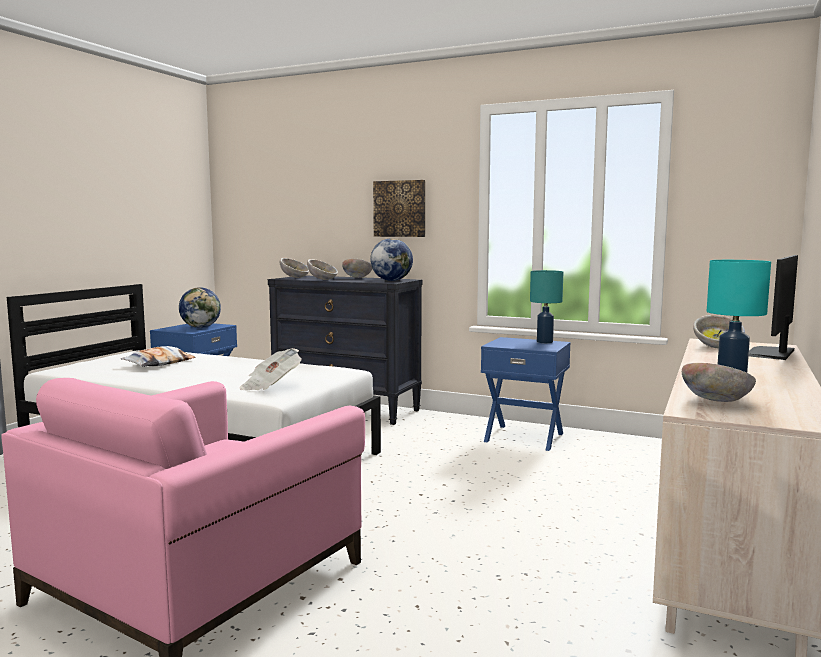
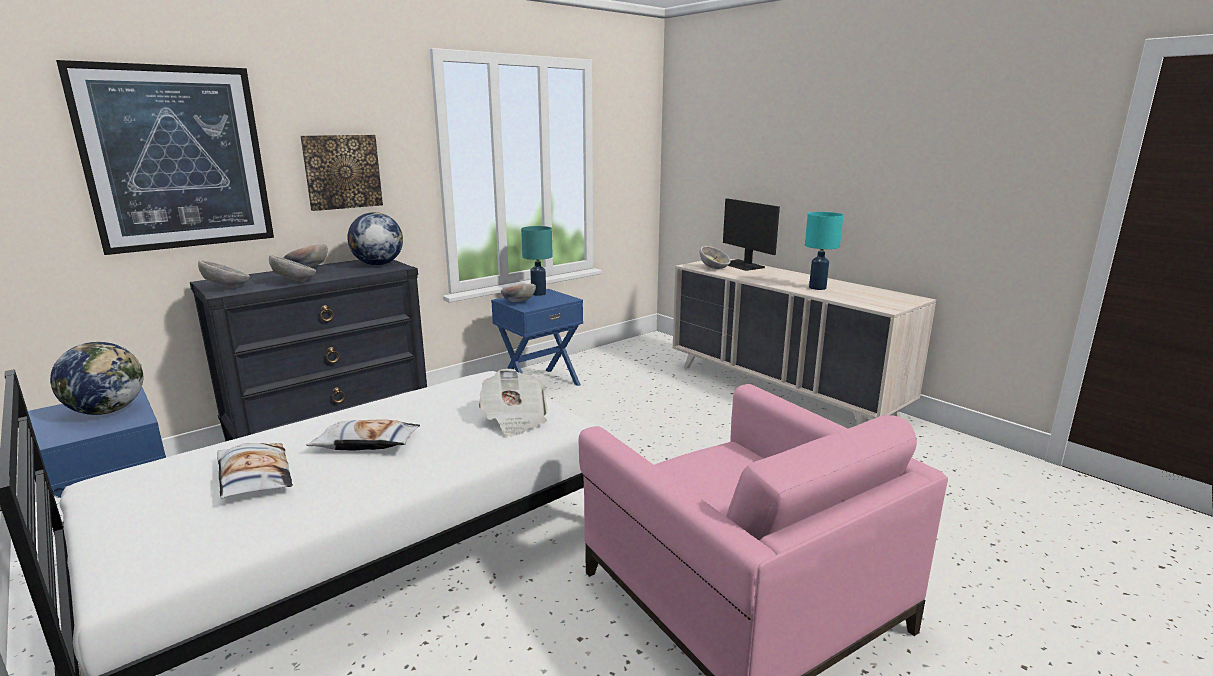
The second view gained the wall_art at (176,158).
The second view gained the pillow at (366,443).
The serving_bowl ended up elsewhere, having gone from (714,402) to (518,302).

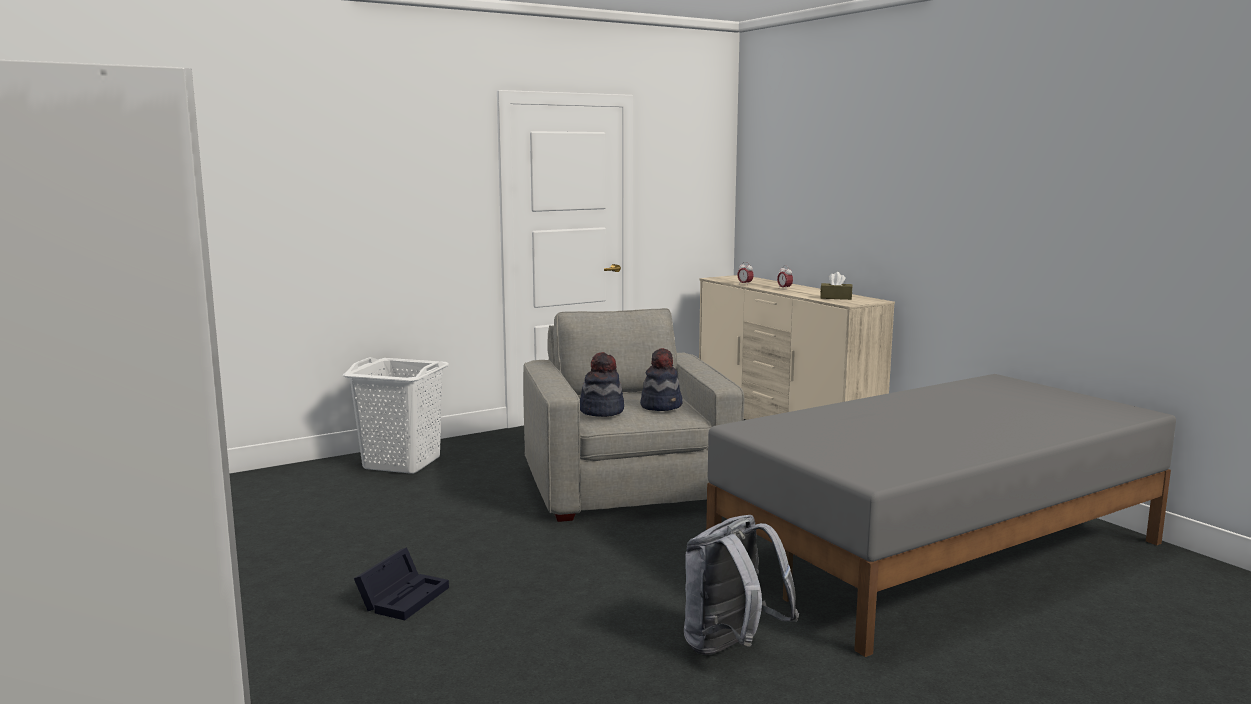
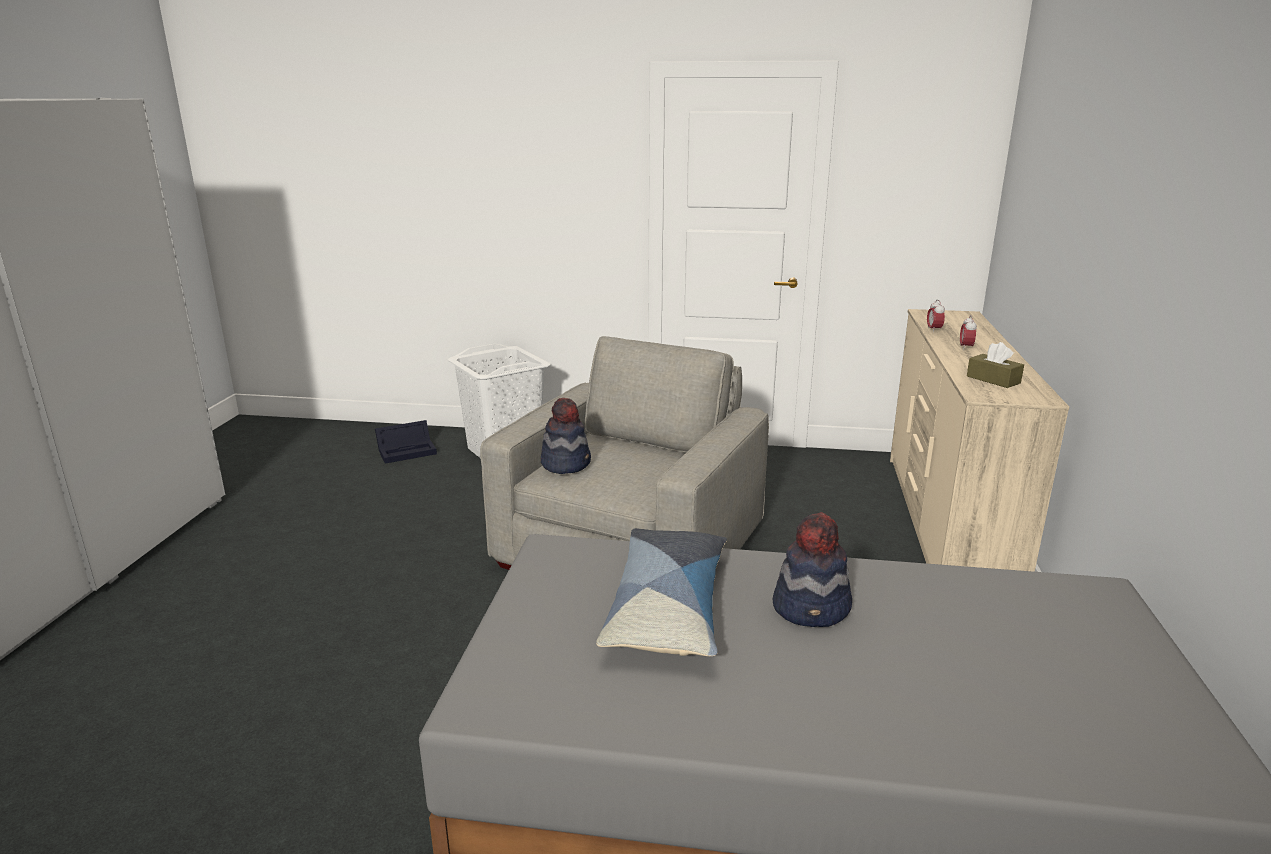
The second view lost the grey_rucksack at (731,648).
The second view gained the pillow at (668,606).
The black-coloured_storage_container ended up elsewhere, having gone from (404,597) to (408,451).
The wearable_hat ended up elsewhere, having gone from (661,406) to (812,608).

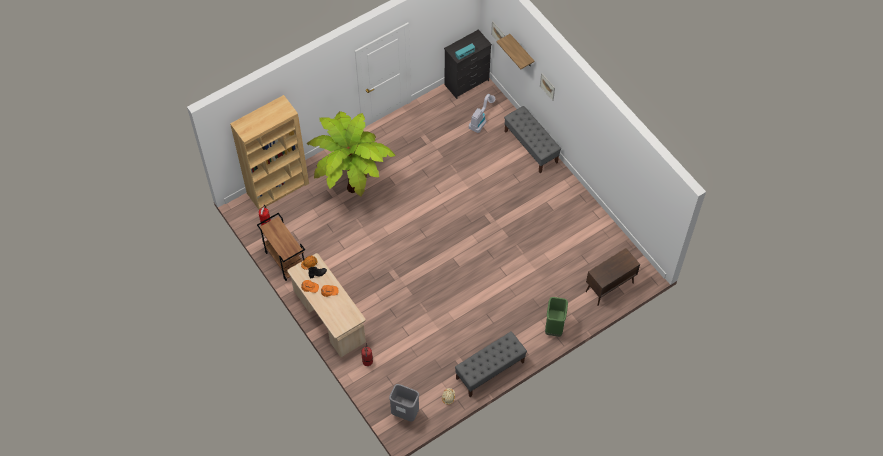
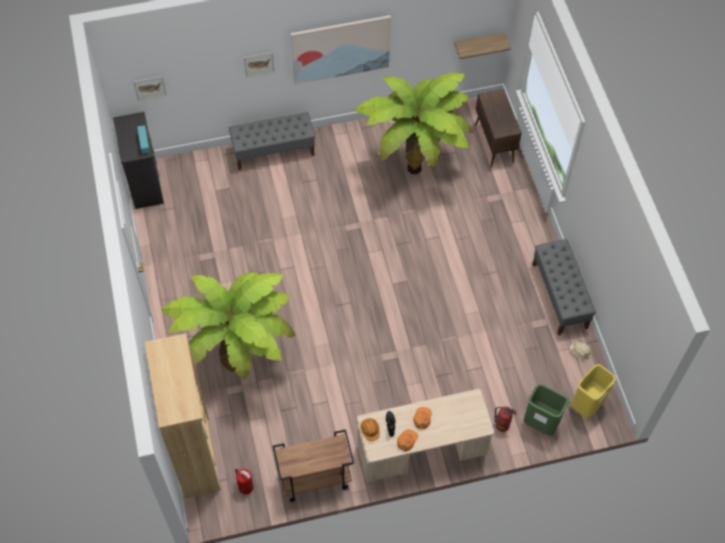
The second view lost the vacuum at (481,120).
The second view gained the wall_art at (340,49).
The second view gained the houseplant at (415,168).
The bracket_shelf ended up elsewhere, having gone from (521,51) to (478,43).
The greenish_waste_bin ended up elsewhere, having gone from (554,328) to (540,423).
What was the grey_waste_bin at (405,413) turned into the yellowish_waste_bin at (586,405).

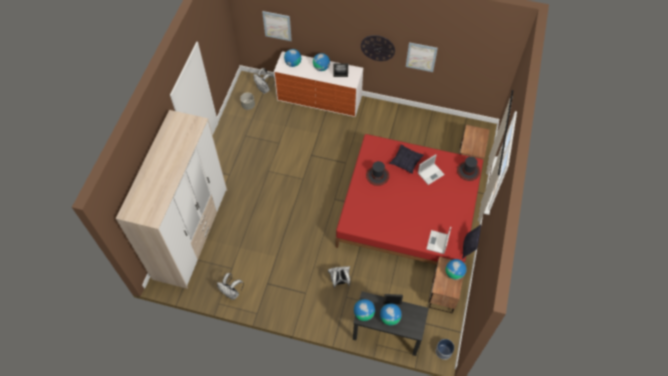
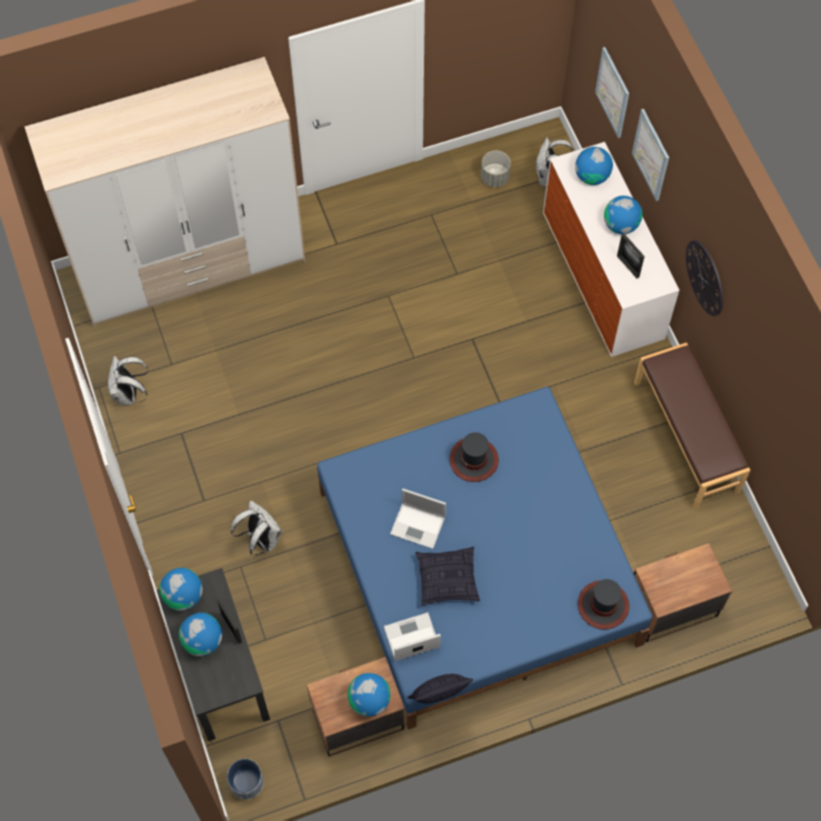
The second view gained the brown-coloured_long_seat at (687,436).
The pillow ended up elsewhere, having gone from (406,161) to (447,579).
The wall_art ended up elsewhere, having gone from (421,57) to (651,155).
The laptop ended up elsewhere, having gone from (431,173) to (418,525).
What was the red_sleeping_bed at (408,212) turned into the bluish_sleeping_bed at (477,566).

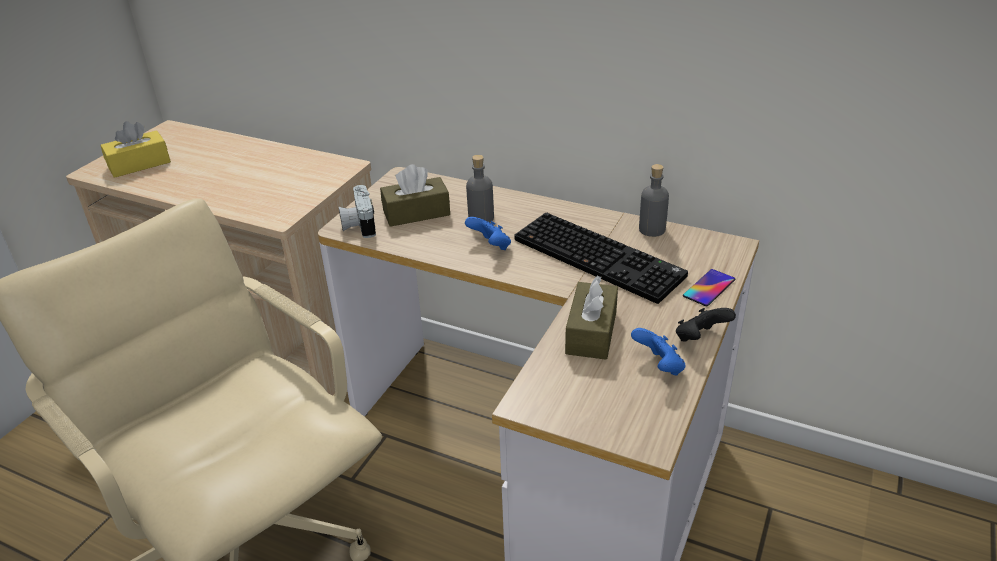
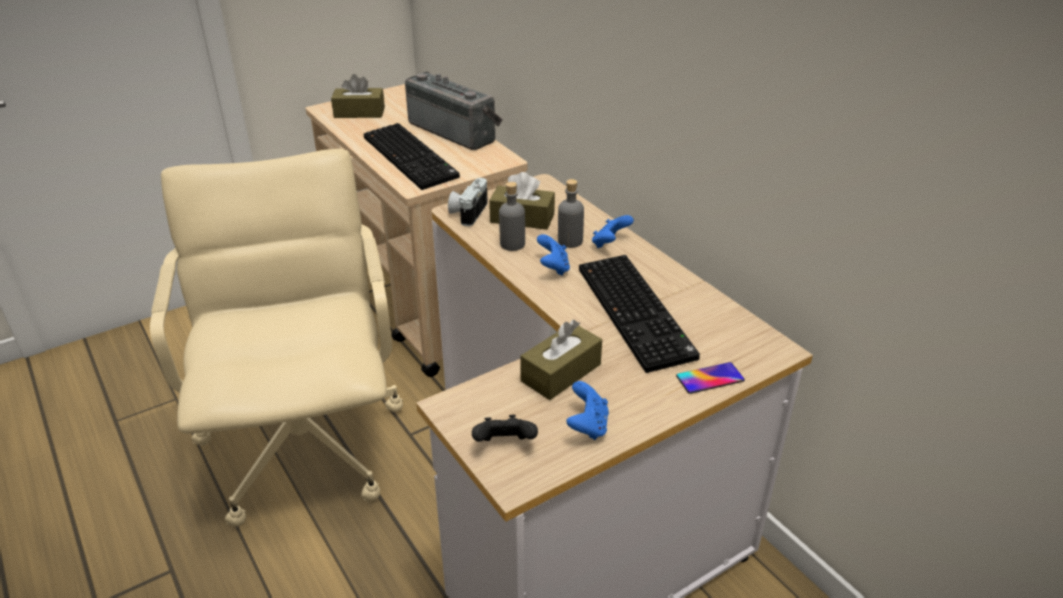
The second view gained the computer_keyboard at (412,157).
The second view gained the radio_receiver at (455,131).
The second view gained the bluish_gamepad at (610,244).
The grey_beverage_bottle ended up elsewhere, having gone from (652,229) to (512,244).
The black-coloured_gamepad ended up elsewhere, having gone from (700,339) to (504,445).
What was the yellowish_tissue_box at (139,164) turned into the brown-coloured_tissue_box at (359,112).

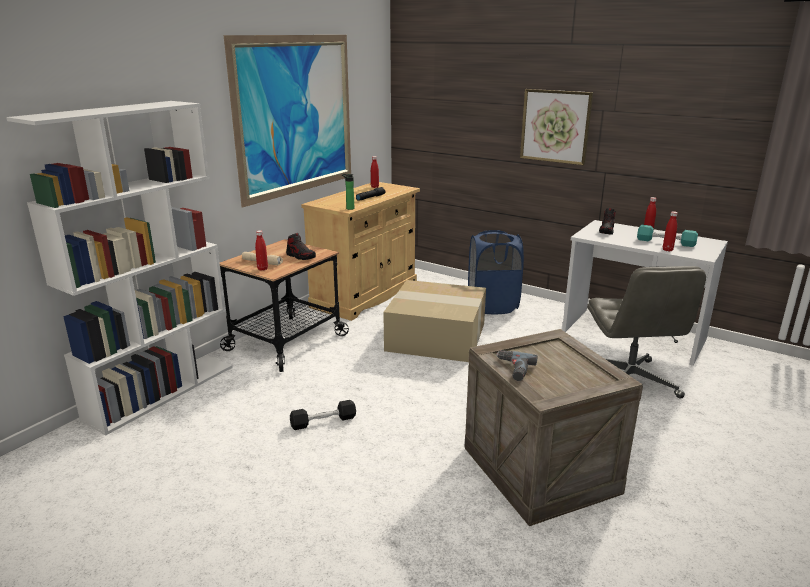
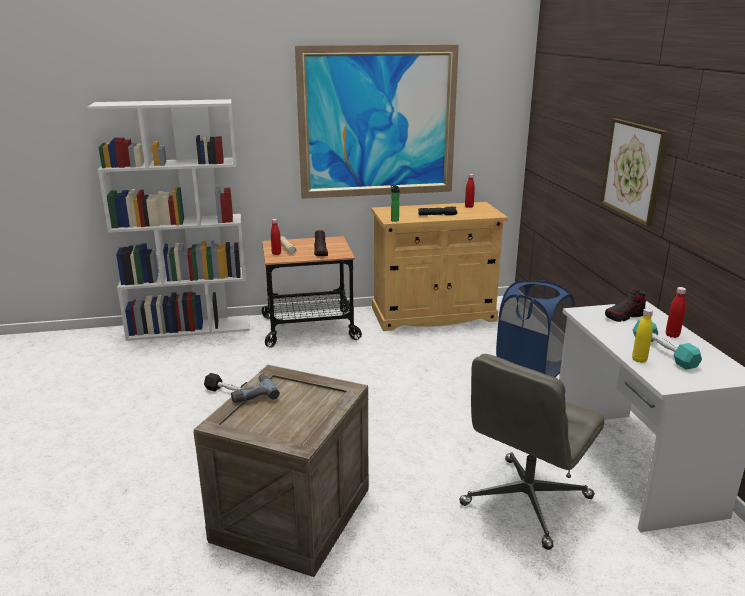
The second view lost the carton at (437,336).
What was the red_beverage_bottle at (667,250) turned into the yellowish_beverage_bottle at (639,360).

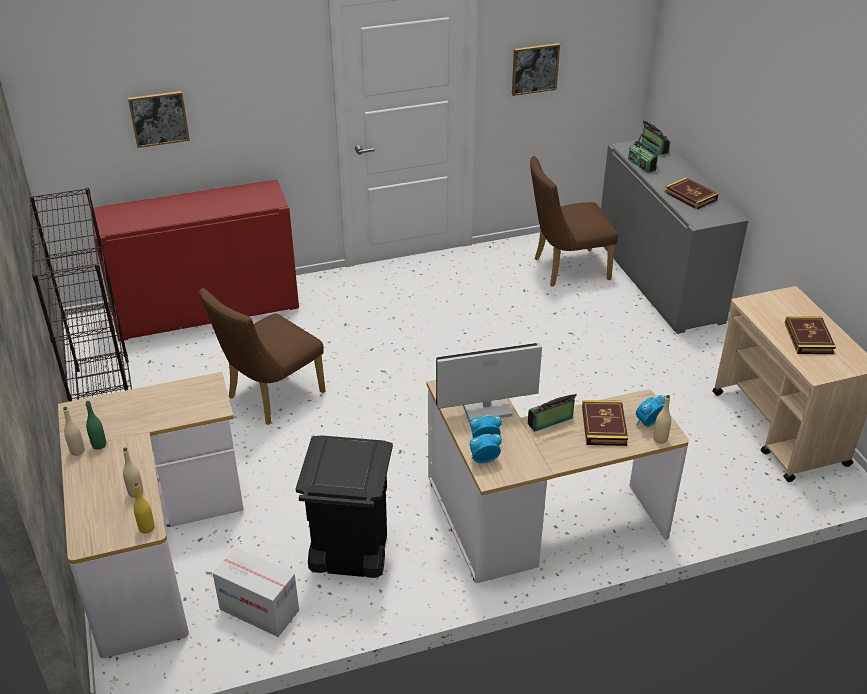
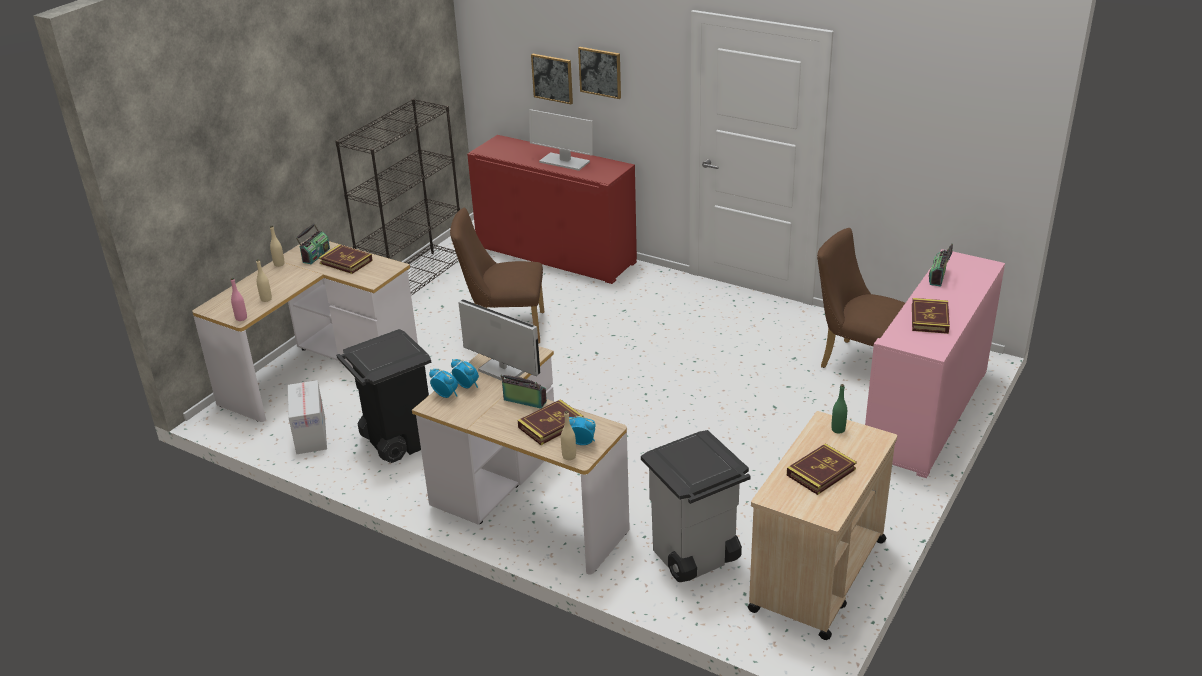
The second view gained the book at (346,262).
The second view gained the computer_display at (564,162).
The second view gained the grey_waste_bin at (694,557).
The greenish_beverage_bottle ended up elsewhere, having gone from (99,445) to (838,429).
The wall_art ended up elsewhere, having gone from (535,69) to (600,72).
The radio_receiver ended up elsewhere, having gone from (654,148) to (315,255).
What was the yellowish_beverage_bottle at (146,528) turned into the pink_beverage_bottle at (241,318).
What was the grey_cabinet at (658,280) turned into the pink_cabinet at (926,413).

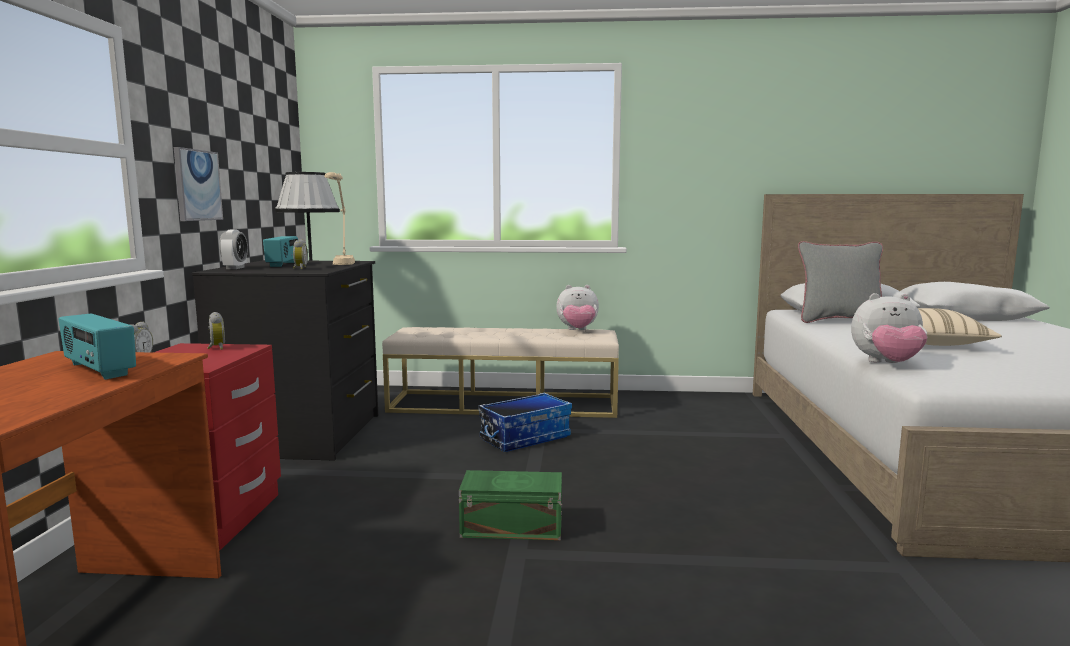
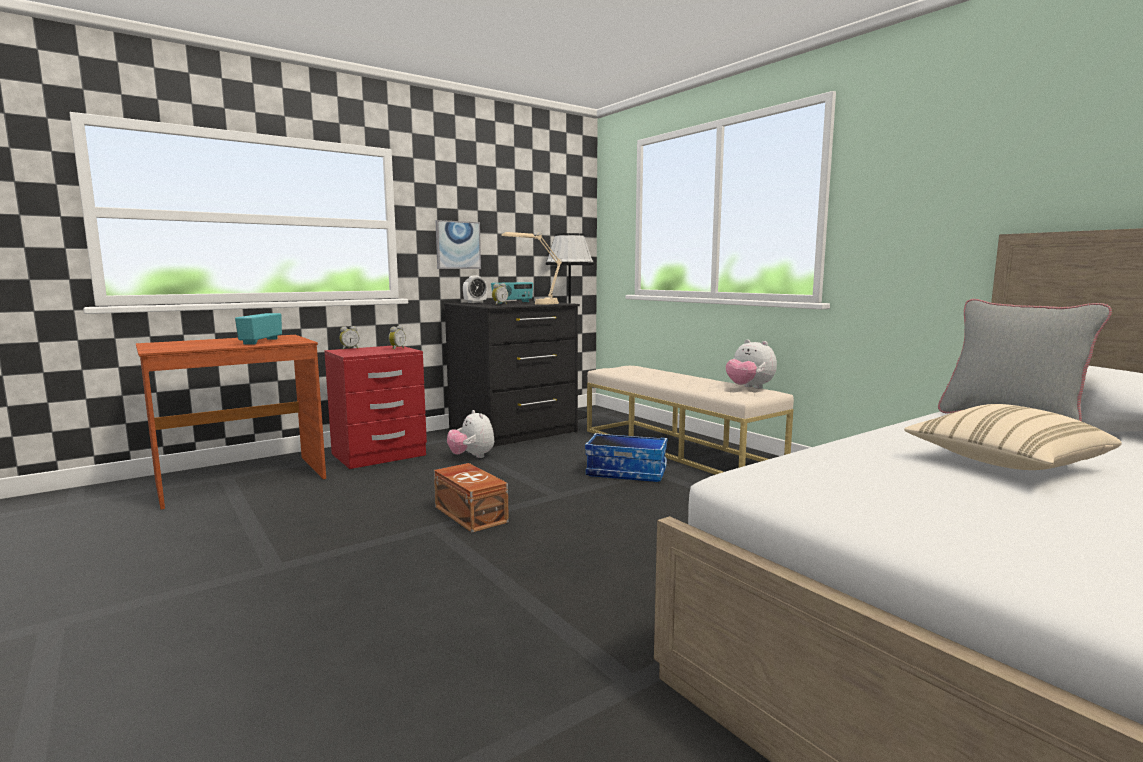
The cuddly_toy ended up elsewhere, having gone from (886,364) to (472,456).
What was the greenish_storage_container at (510,526) turned into the brown-coloured_storage_container at (471,513).

